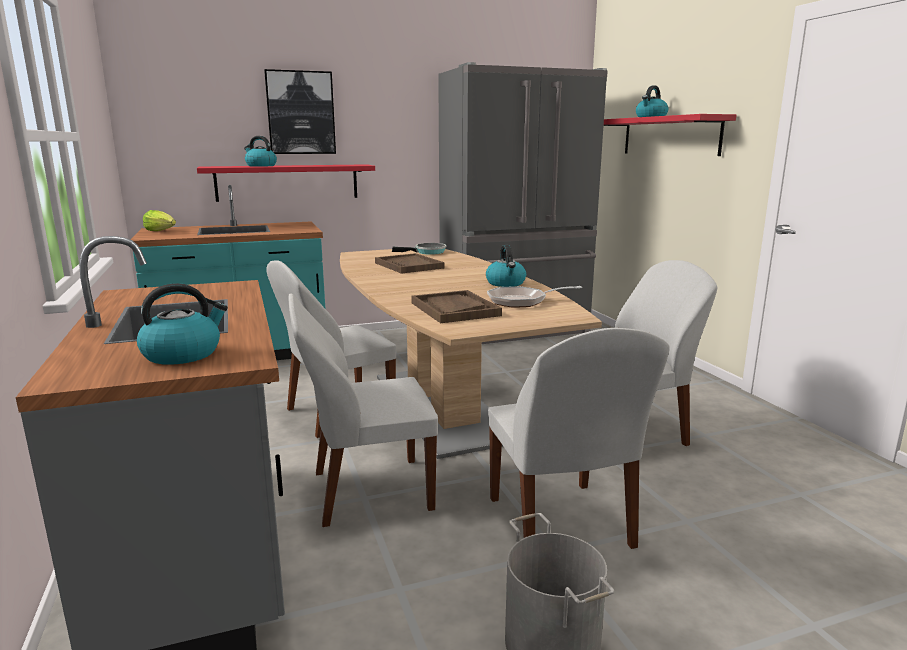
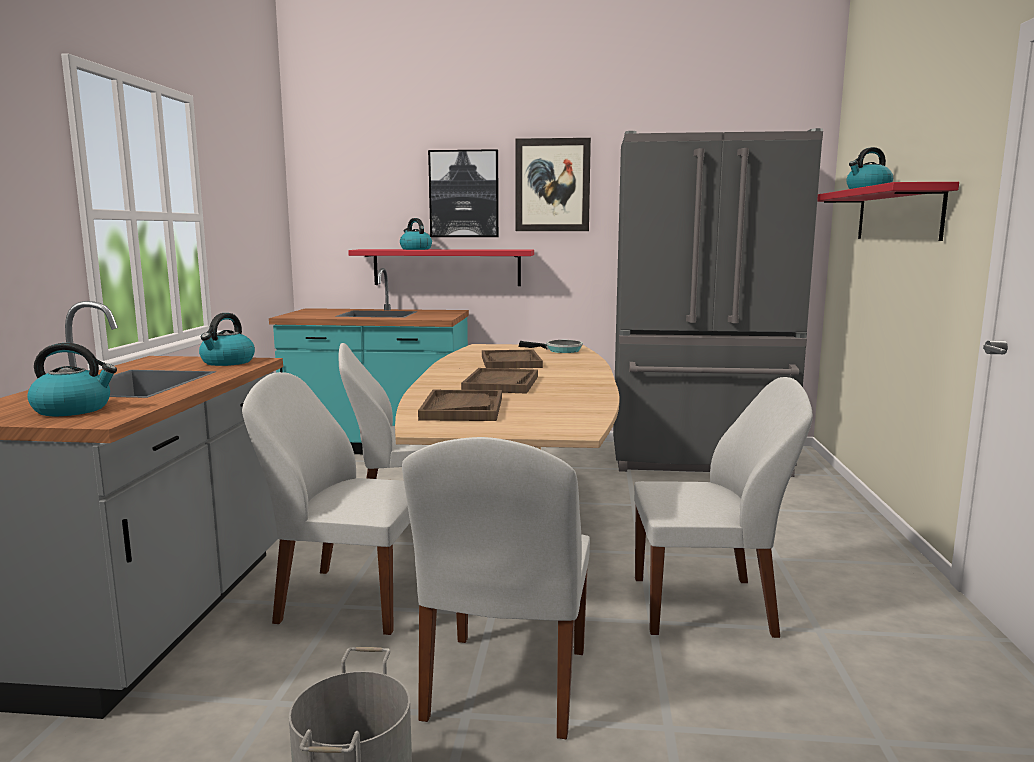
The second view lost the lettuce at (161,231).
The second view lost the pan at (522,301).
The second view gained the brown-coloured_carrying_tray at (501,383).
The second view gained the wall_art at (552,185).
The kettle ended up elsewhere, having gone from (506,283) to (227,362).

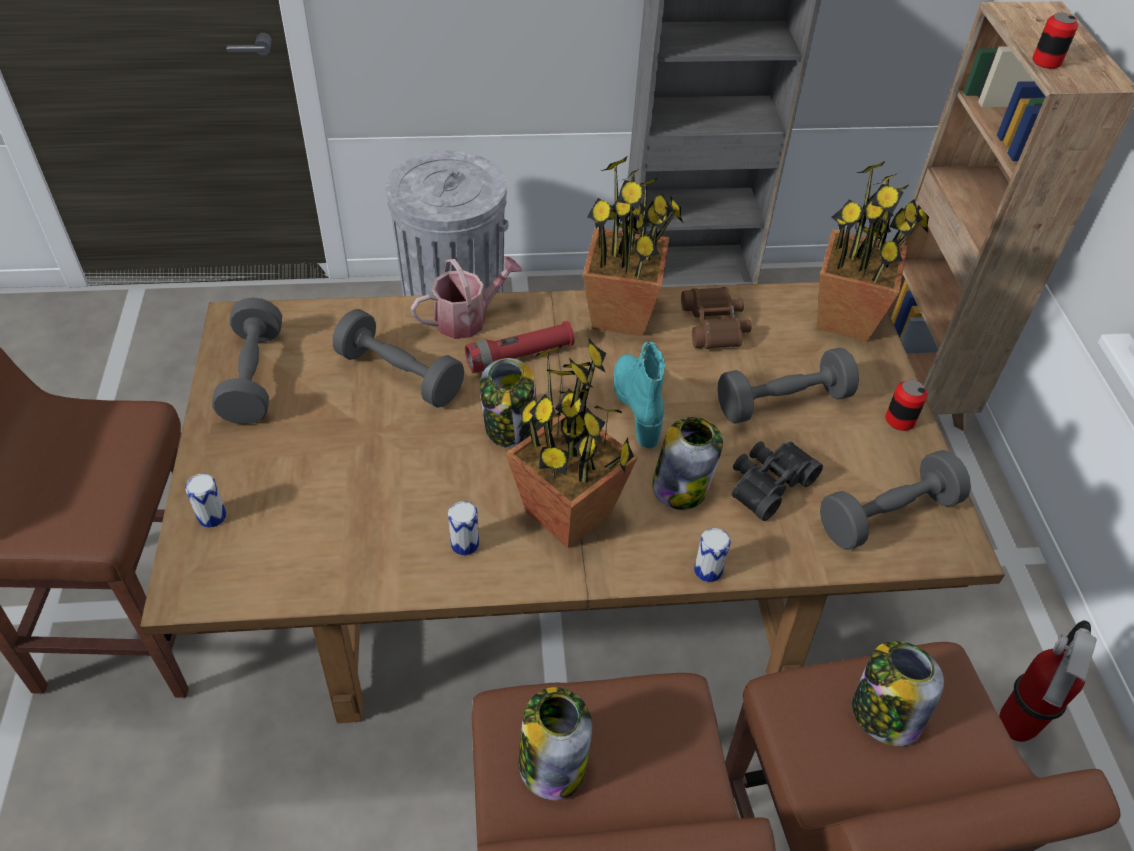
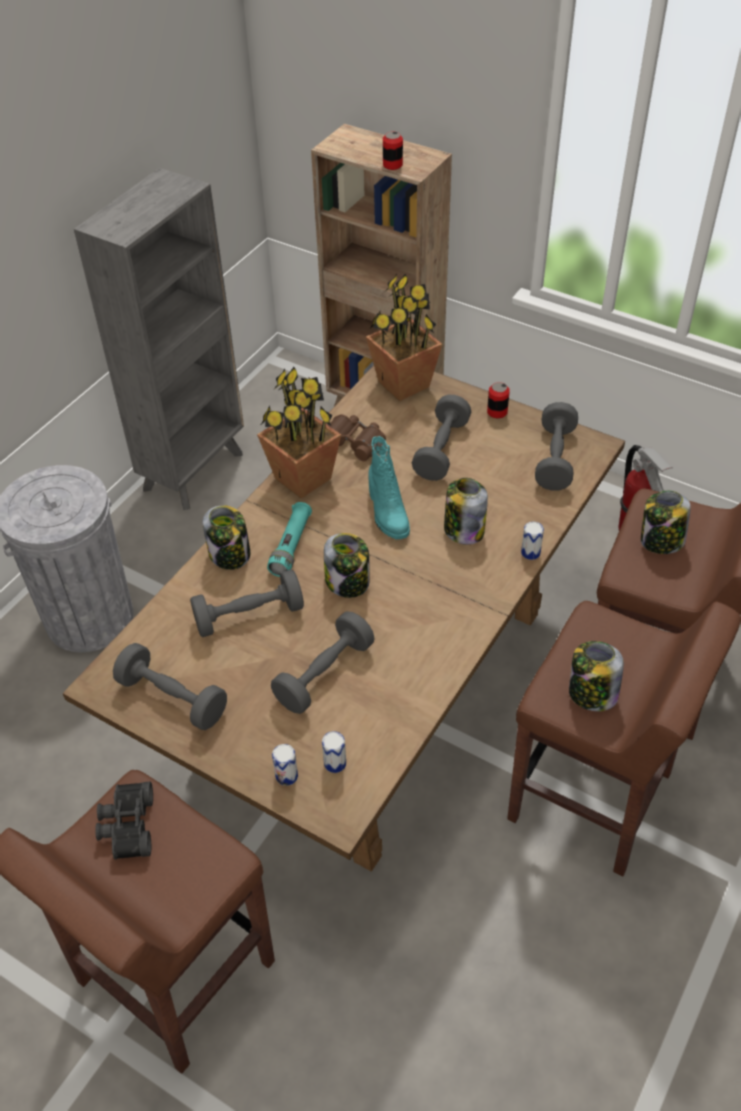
The second view lost the houseplant at (569,513).
The second view gained the grey_free_weight at (324,674).
The metal_can ended up elsewhere, having gone from (465,544) to (335,763).
The black-coloured_binoculars ended up elsewhere, having gone from (767,483) to (126,826).
Where the sprinkling_can stood at (467,319), the storage_jar came to stand at (230,554).
What was the red_hand_torch at (520,356) turned into the turquoise_hand_torch at (291,546).
The turquoise_tall_boot at (638,407) ended up facing another way, 135 degrees counterclockwise from before.

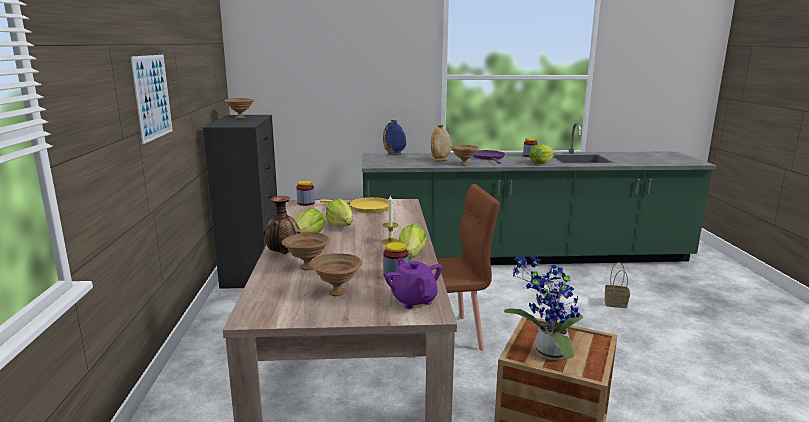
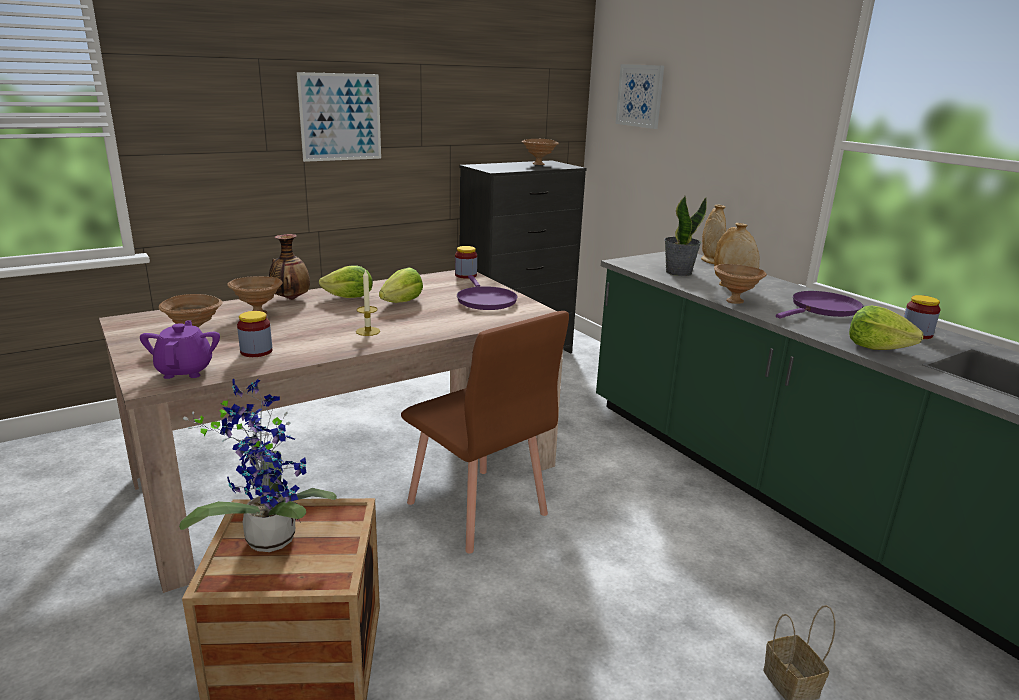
The second view lost the lettuce at (411,256).
The second view gained the wall_art at (640,96).
The second view gained the houseplant at (678,272).
What was the yellowish_pan at (367,208) turned into the purple_pan at (485,301).
What was the bluish_decorative_vase at (394,154) turned into the beige-coloured_decorative_vase at (710,261).
The purple_pot_for_tea at (413,300) ended up facing another way, 45 degrees counterclockwise from before.

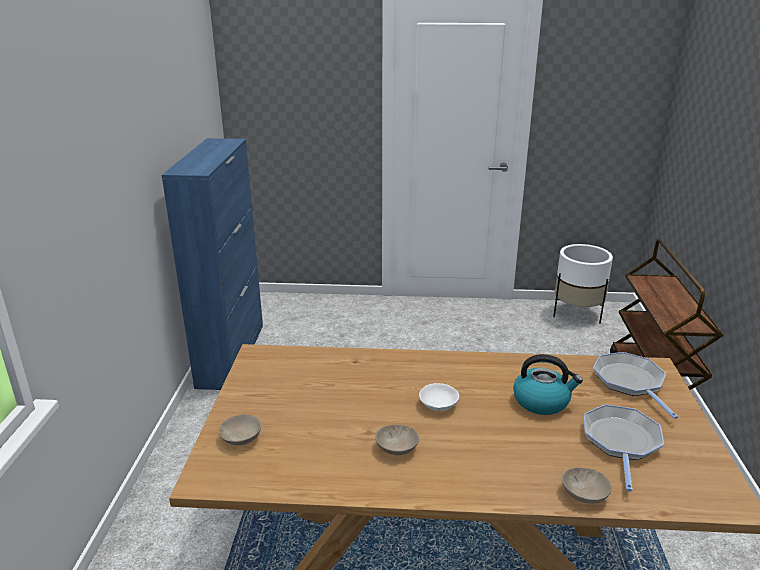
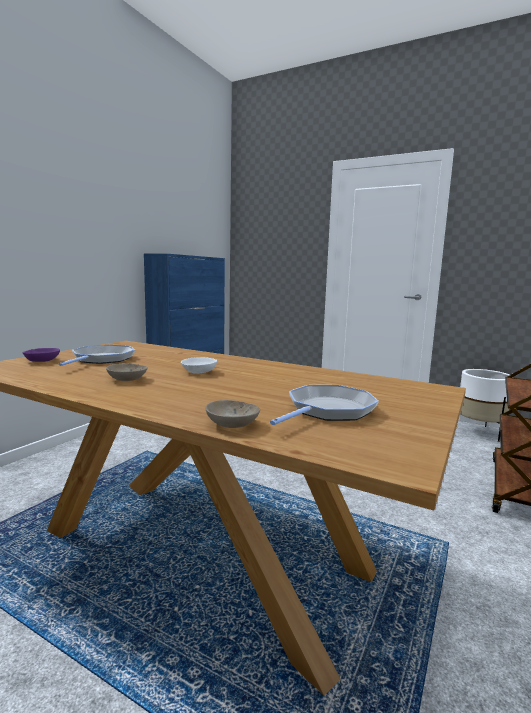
The second view lost the kettle at (542,401).
The pan ended up elsewhere, having gone from (630,382) to (101,359).
What was the beige-coloured_serving_bowl at (242,438) turned into the purple_serving_bowl at (43,361).

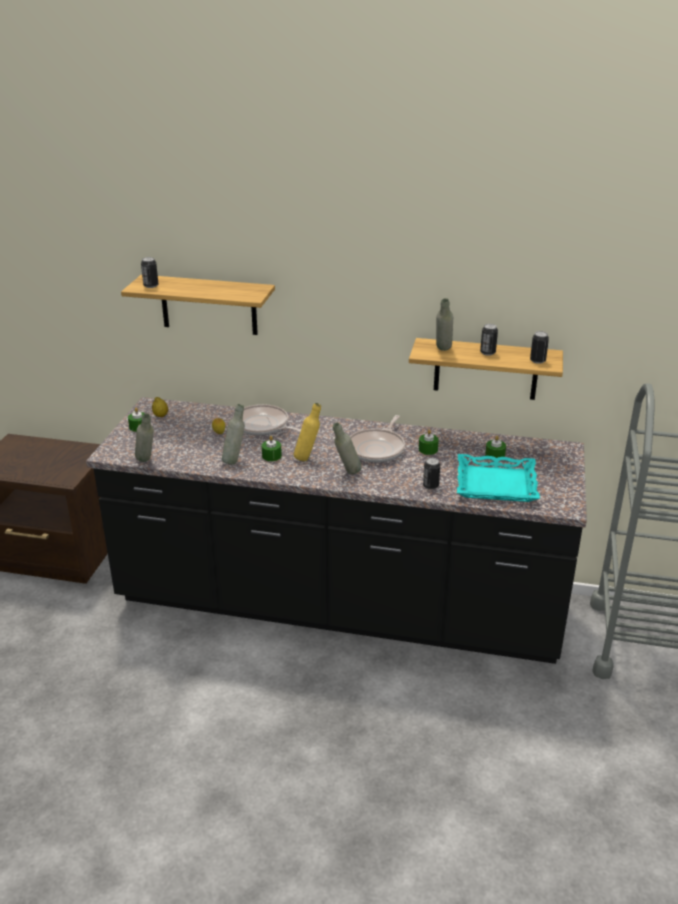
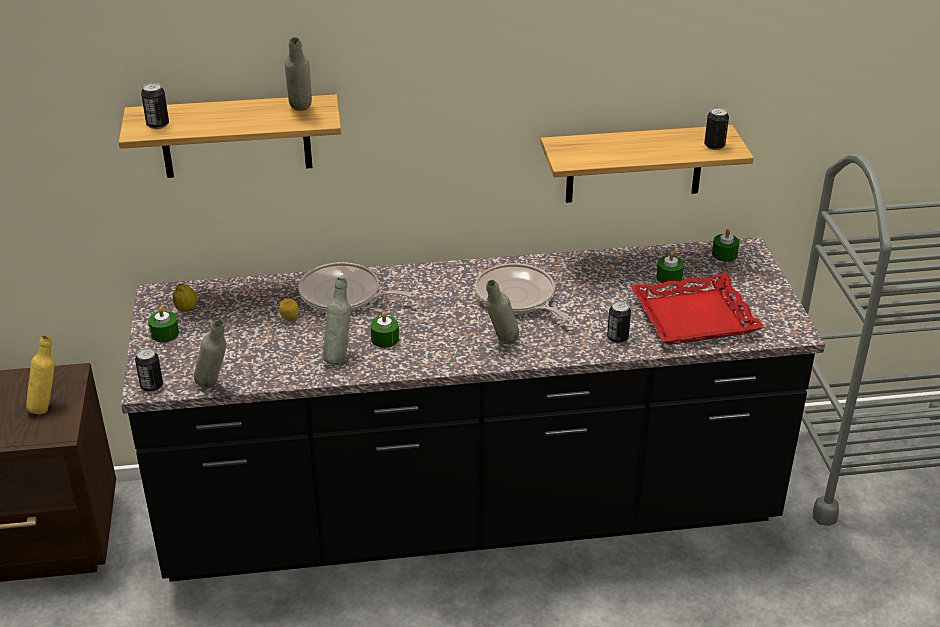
The yellowish_beverage_bottle ended up elsewhere, having gone from (308,458) to (47,407).
The greenish_wax_light ended up elsewhere, having gone from (428,449) to (724,254).
The grey_beverage_bottle ended up elsewhere, having gone from (443,351) to (301,112).
The metal_can ended up elsewhere, having gone from (487,353) to (152,386).
What was the turquoise_carrying_tray at (496,484) turned into the red_carrying_tray at (694,317).
The pan at (377,448) ended up facing another way, 135 degrees clockwise from before.

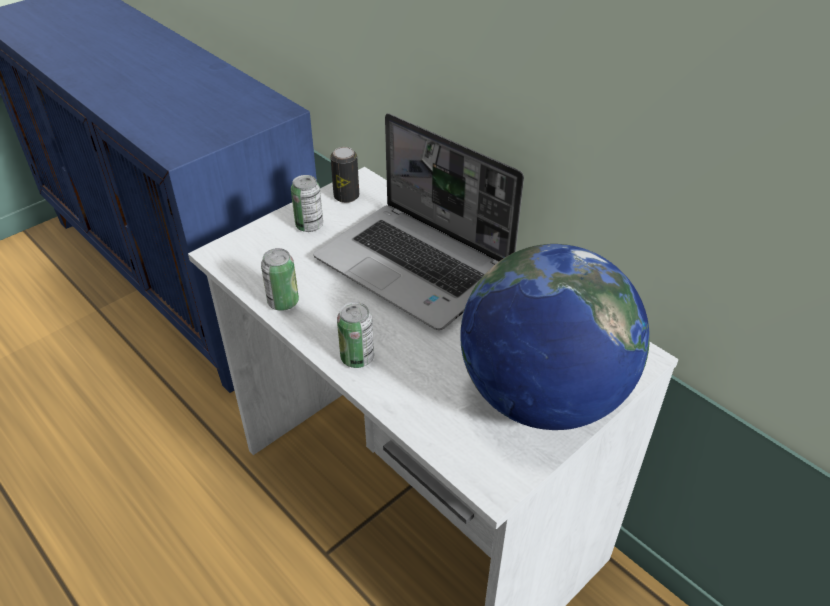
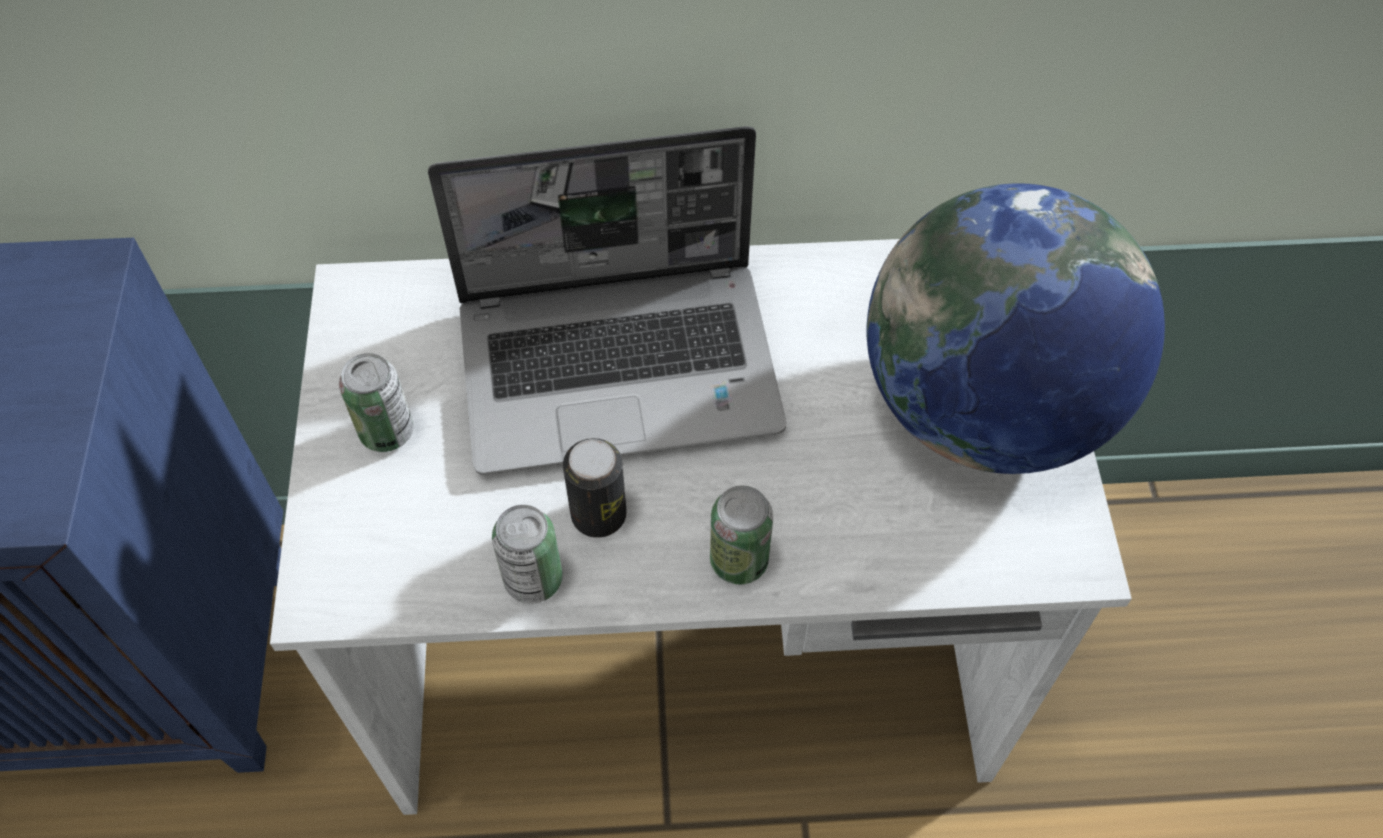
The metal_can ended up elsewhere, having gone from (346,196) to (599,515).

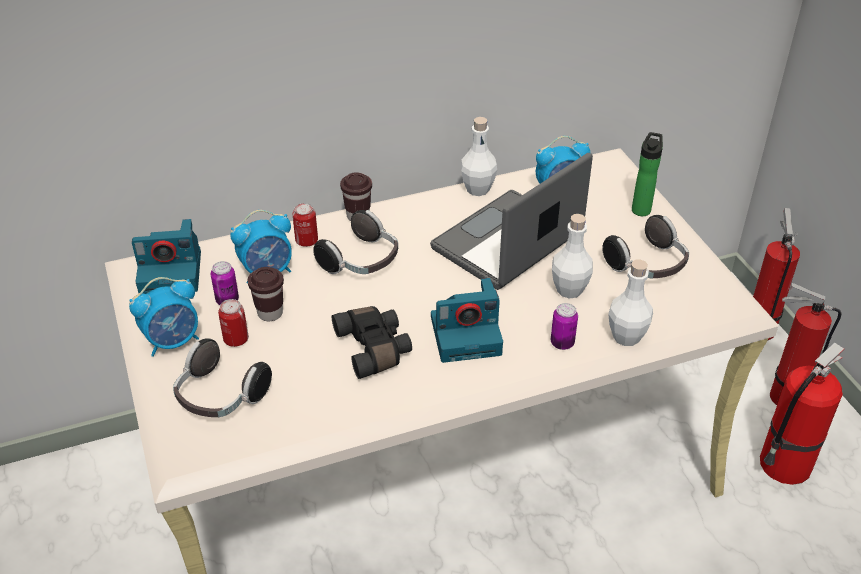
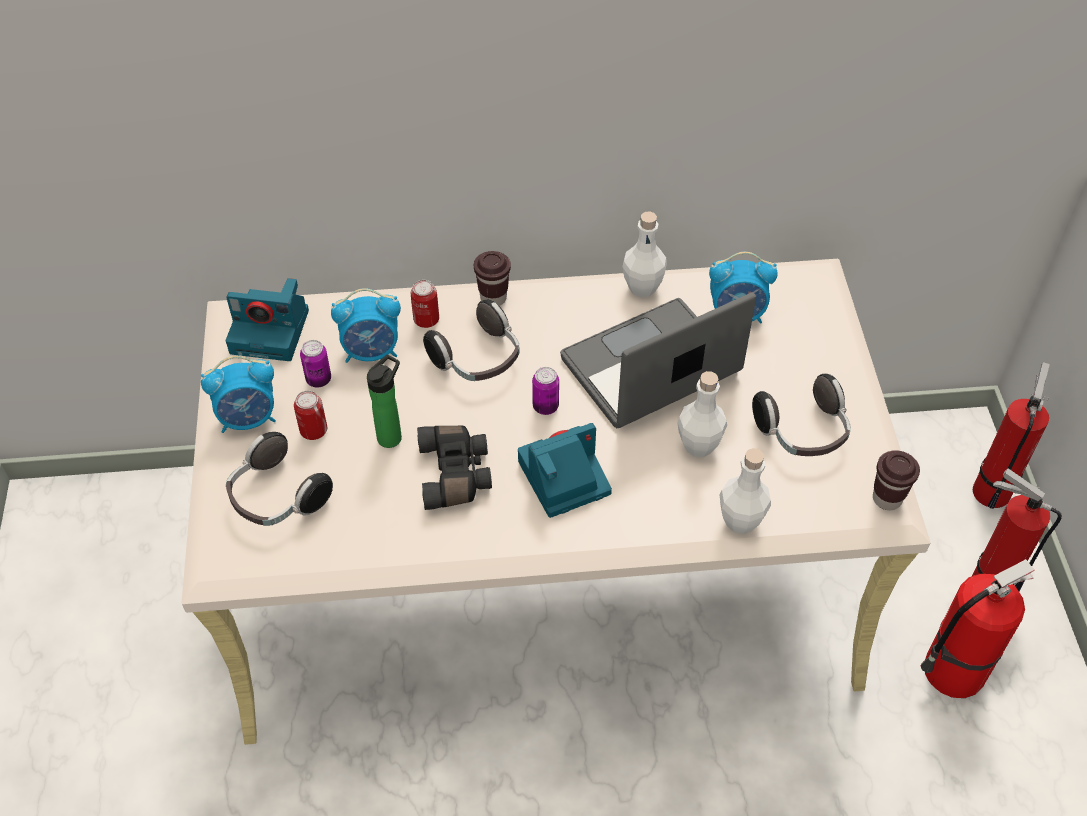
The brown-coloured_small_cup ended up elsewhere, having gone from (270,313) to (887,498).
The metal_can ended up elsewhere, having gone from (562,343) to (545,406).
The beverage_bottle ended up elsewhere, having gone from (641,208) to (392,435).
The photo_camera at (467,334) ended up facing another way, 150 degrees clockwise from before.

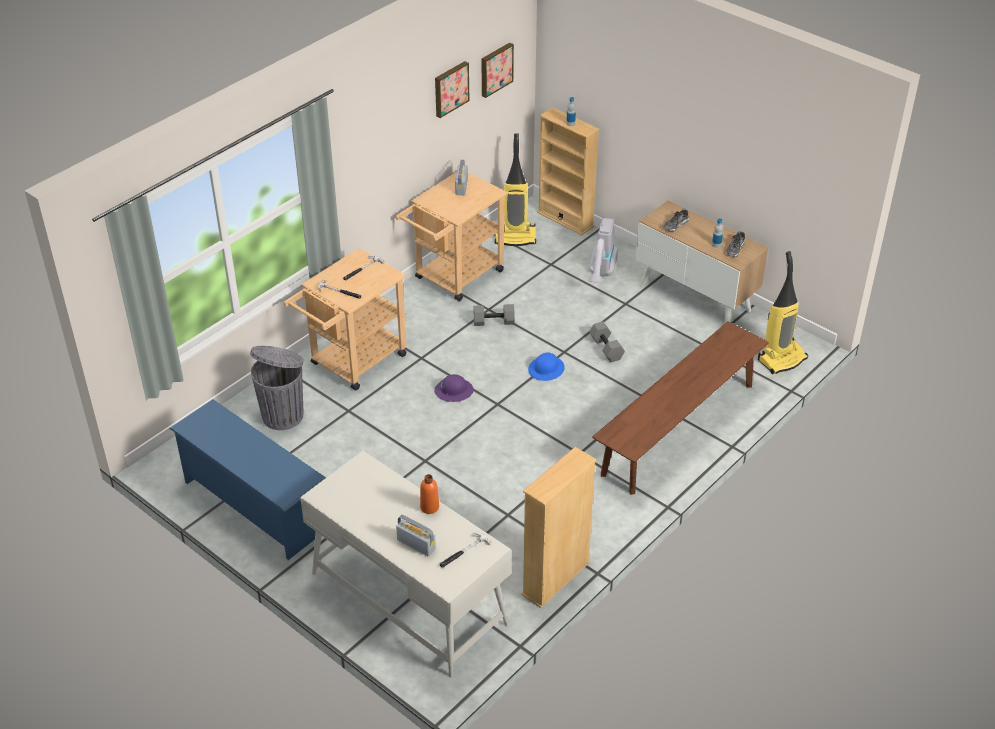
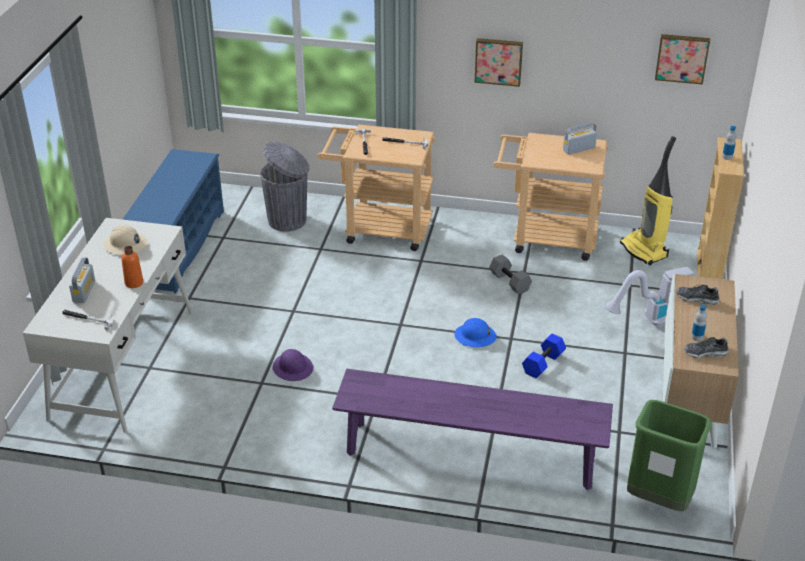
The second view lost the beige-coloured_bookcase at (555,579).
The second view gained the beige-coloured_safety_helmet at (125,245).
The purple_safety_helmet ended up elsewhere, having gone from (453,391) to (293,368).
The wall_art ended up elsewhere, having gone from (450,88) to (498,61).
Where the vacuum stood at (781,359), the greenish_waste_bin came to stand at (659,500).
What was the grey_free_weight at (607,348) turned into the bluish_free_weight at (543,364).
What was the brown-coloured_long_seat at (678,429) turned into the purple_long_seat at (470,455).

